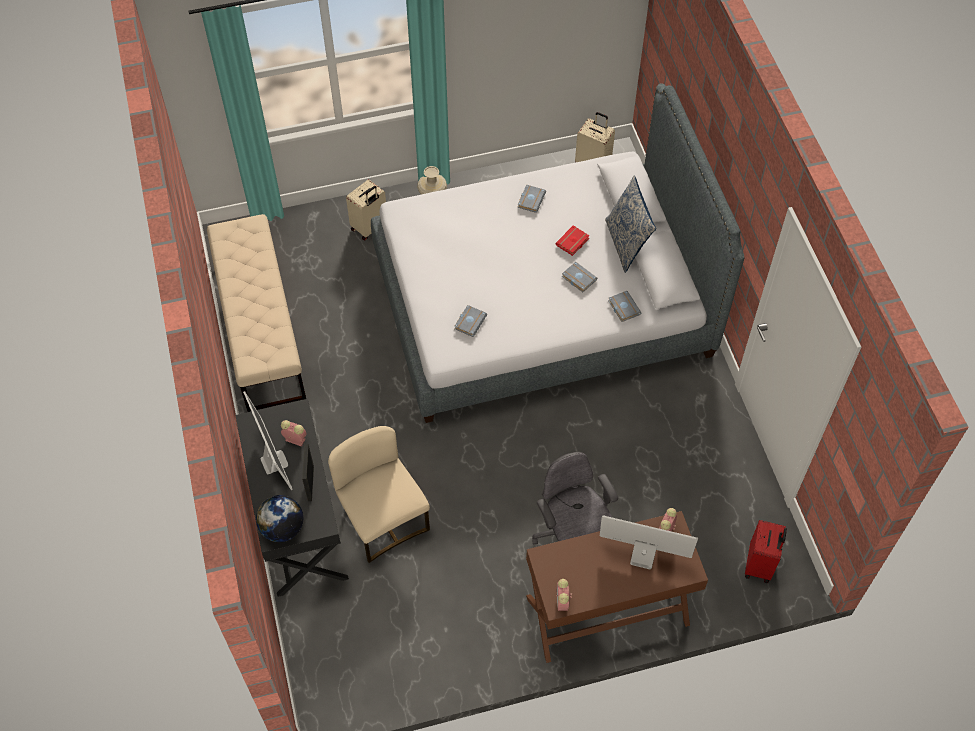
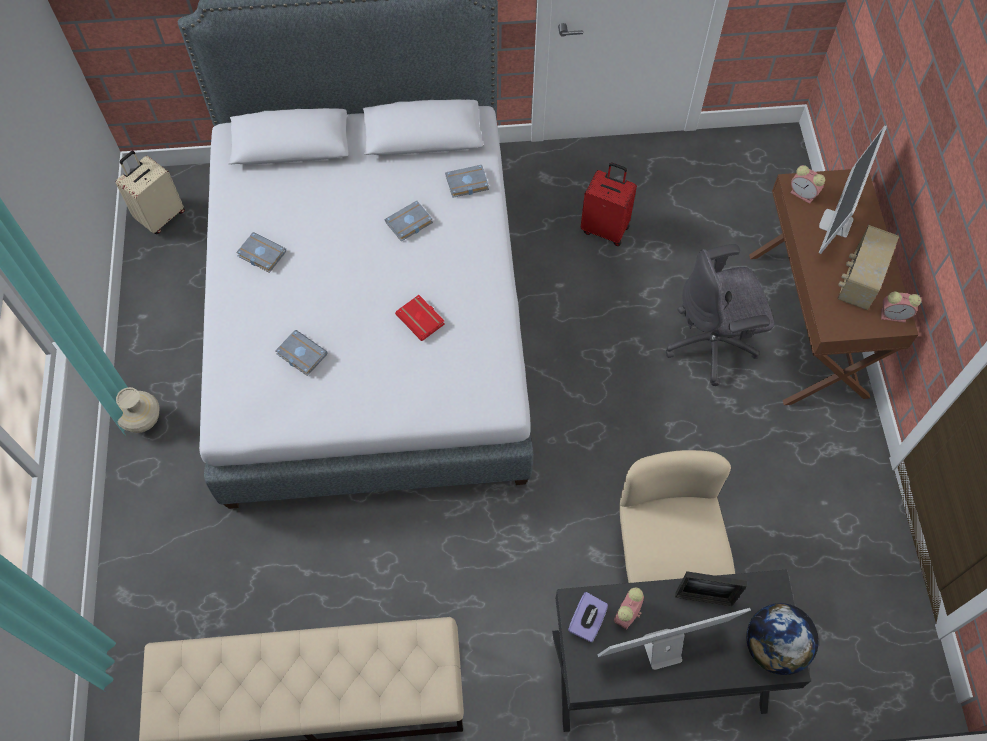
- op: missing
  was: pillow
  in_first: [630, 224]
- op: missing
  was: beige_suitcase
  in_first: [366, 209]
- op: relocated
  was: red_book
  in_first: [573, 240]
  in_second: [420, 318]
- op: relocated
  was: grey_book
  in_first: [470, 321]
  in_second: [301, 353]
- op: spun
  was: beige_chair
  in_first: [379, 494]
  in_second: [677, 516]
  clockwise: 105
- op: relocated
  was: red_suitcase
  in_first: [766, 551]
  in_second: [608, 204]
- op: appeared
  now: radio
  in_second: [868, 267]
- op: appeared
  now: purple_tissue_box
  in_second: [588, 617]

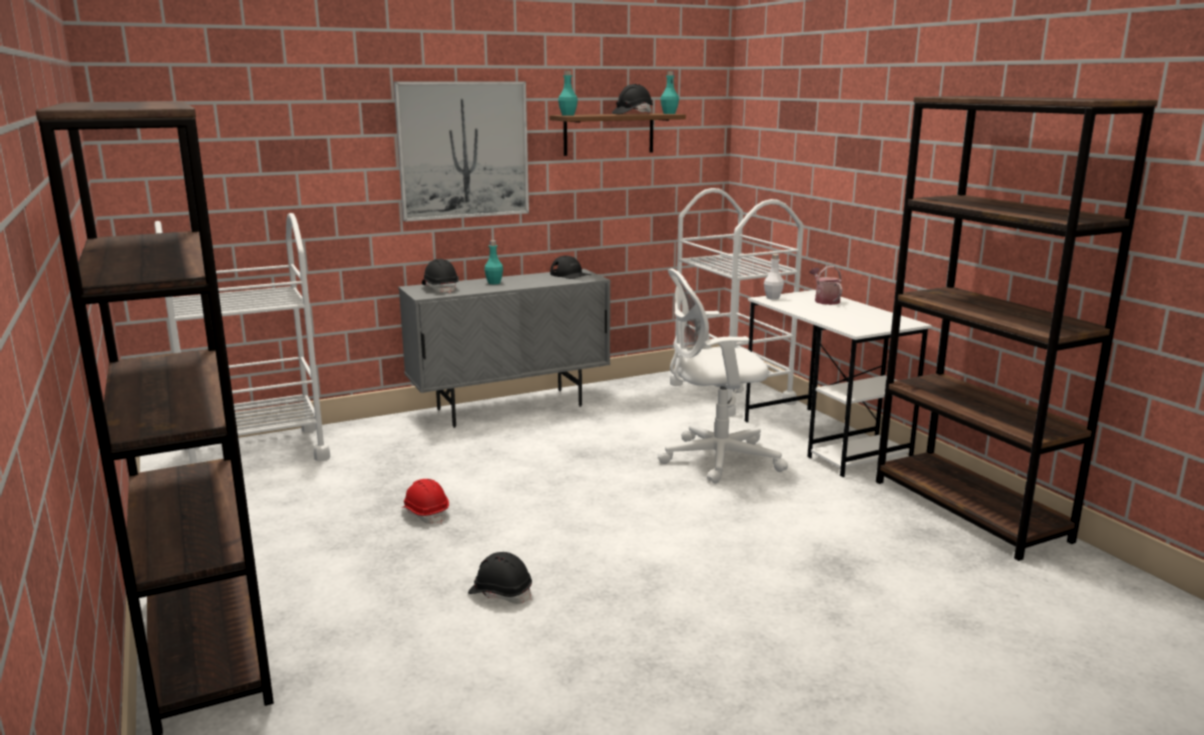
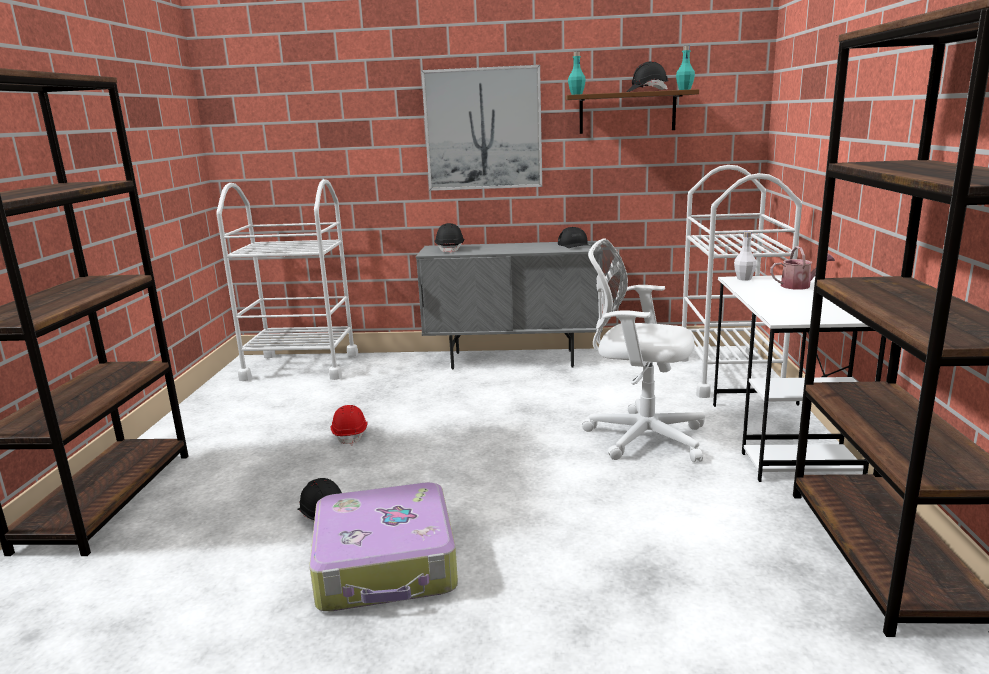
- op: missing
  was: turquoise_bottle
  in_first: [493, 262]
- op: spun
  was: watering_can
  in_first: [826, 285]
  in_second: [802, 268]
  clockwise: 75
- op: appeared
  now: suitcase
  in_second: [383, 546]

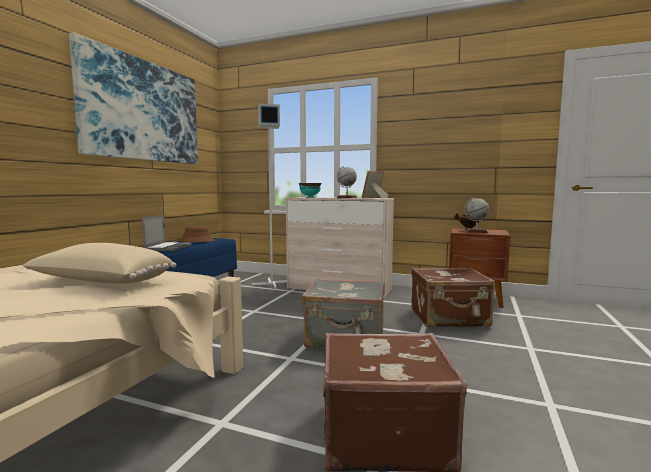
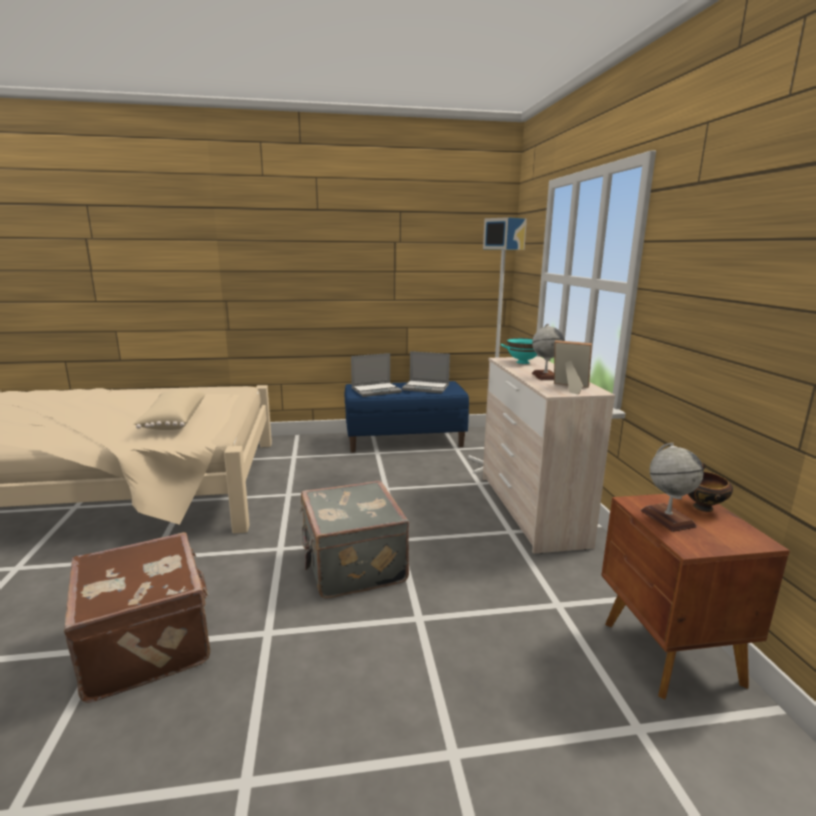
- op: missing
  was: picture
  in_first: [133, 98]
- op: exchanged
  was: brown_hat
  now: laptop
  in_first: [196, 234]
  in_second: [426, 372]
- op: missing
  was: brown_suitcase
  in_first: [453, 297]

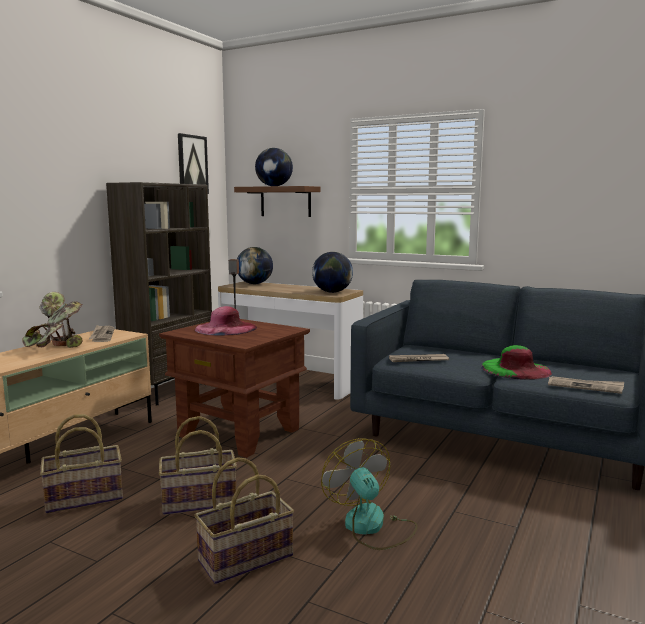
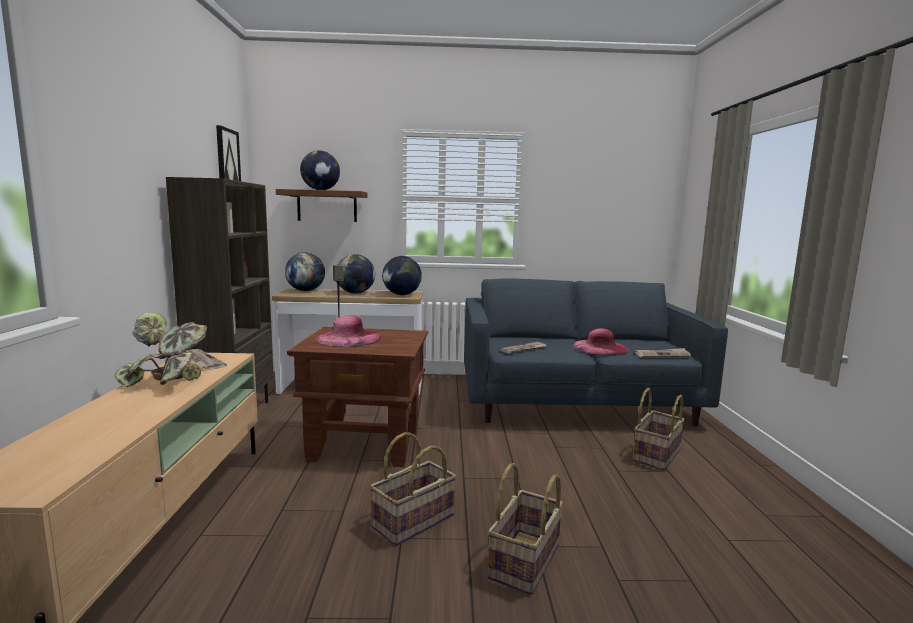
- op: colour
  was: green_hat
  now: pink_hat
  in_first: [516, 362]
  in_second: [601, 342]
- op: relocated
  was: basket
  in_first: [81, 464]
  in_second: [659, 429]
- op: missing
  was: fan
  in_first: [369, 494]
- op: appeared
  now: globe
  in_second: [356, 273]

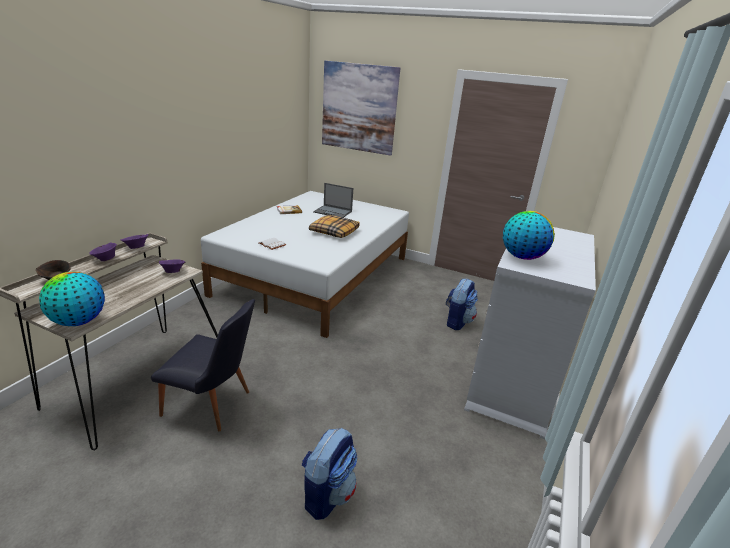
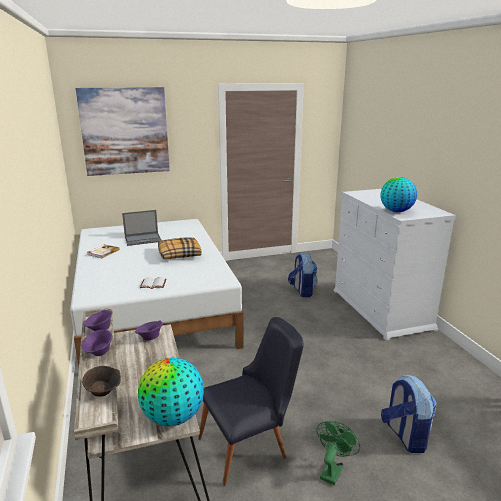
- op: appeared
  now: green_fan
  in_second: [338, 453]

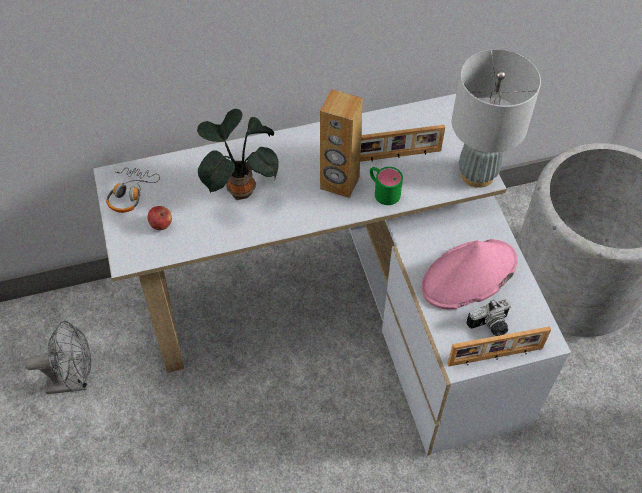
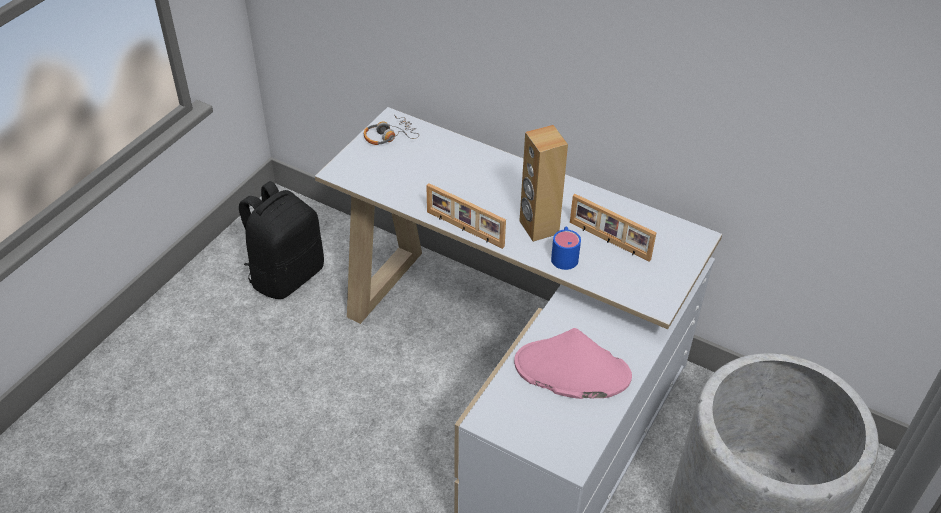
- op: missing
  was: grey_table_lamp
  in_first: [496, 118]
- op: missing
  was: potted_plant
  in_first: [238, 154]
- op: colour
  was: green_mug
  now: blue_mug
  in_first: [386, 186]
  in_second: [566, 248]
- op: missing
  was: apple
  in_first: [160, 218]
- op: missing
  was: photo_camera
  in_first: [488, 317]
- op: exchanged
  was: grey_fan
  now: black_backpack
  in_first: [57, 357]
  in_second: [281, 240]
- op: relocated
  was: picture_frame
  in_first: [499, 346]
  in_second: [466, 216]

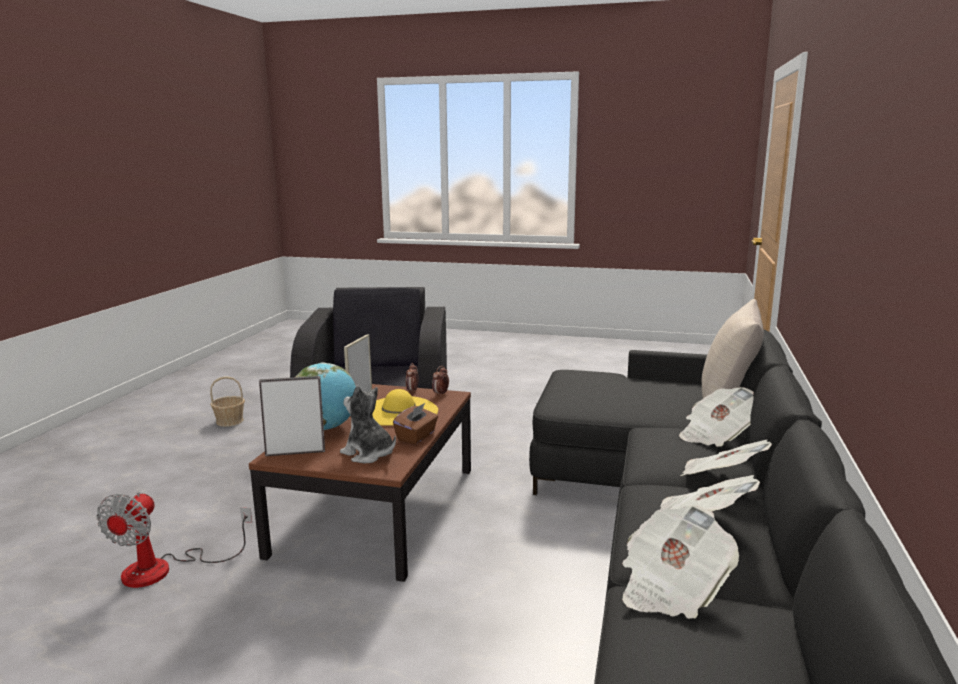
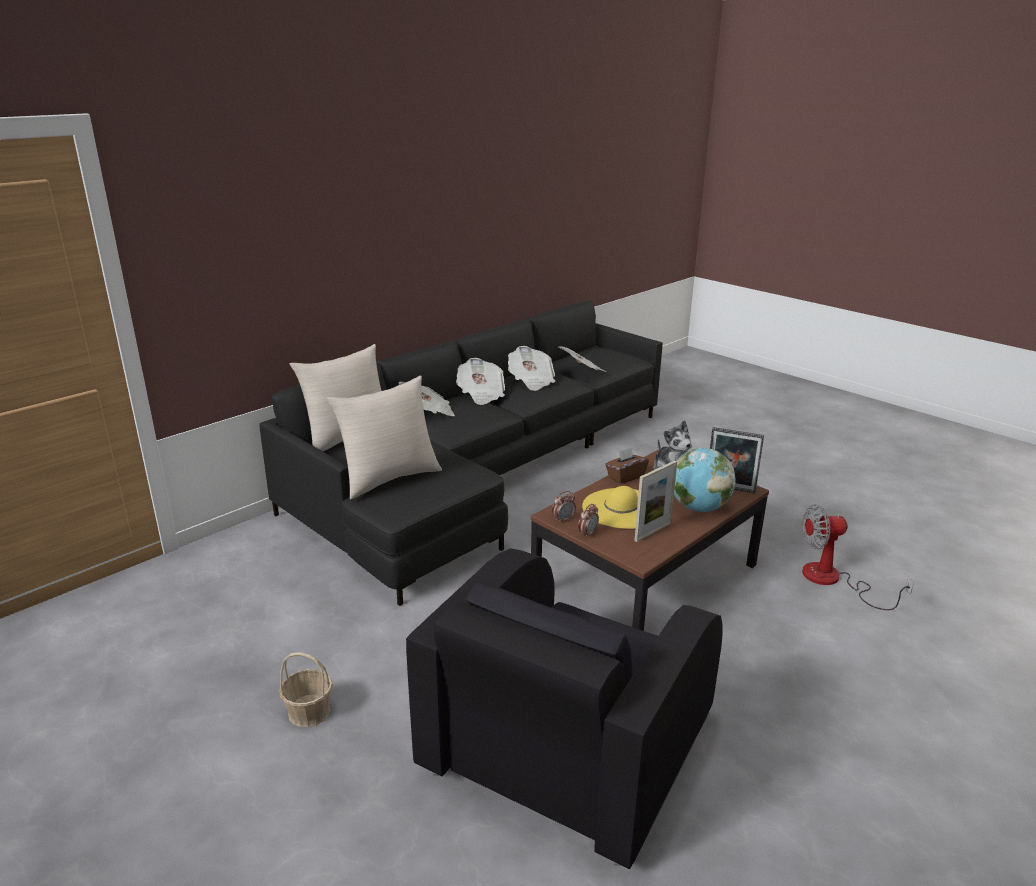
- op: relocated
  was: basket
  in_first: [227, 401]
  in_second: [306, 689]
- op: spun
  was: fan
  in_first: [174, 539]
  in_second: [858, 557]
  clockwise: -135
- op: appeared
  now: beige_pillow
  in_second: [384, 437]

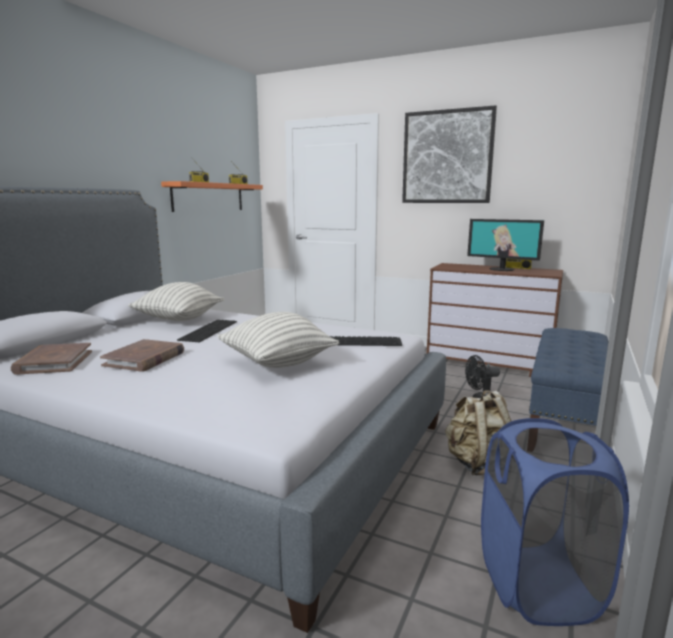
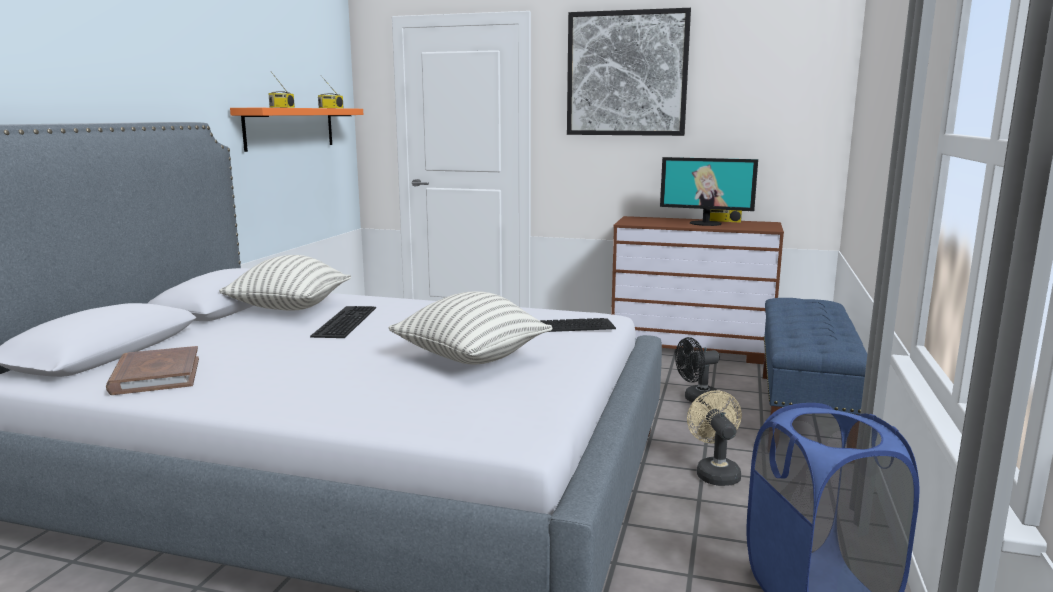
- op: missing
  was: brown_book
  in_first: [142, 355]
- op: exchanged
  was: beige_backpack
  now: beige_fan
  in_first: [478, 432]
  in_second: [714, 438]

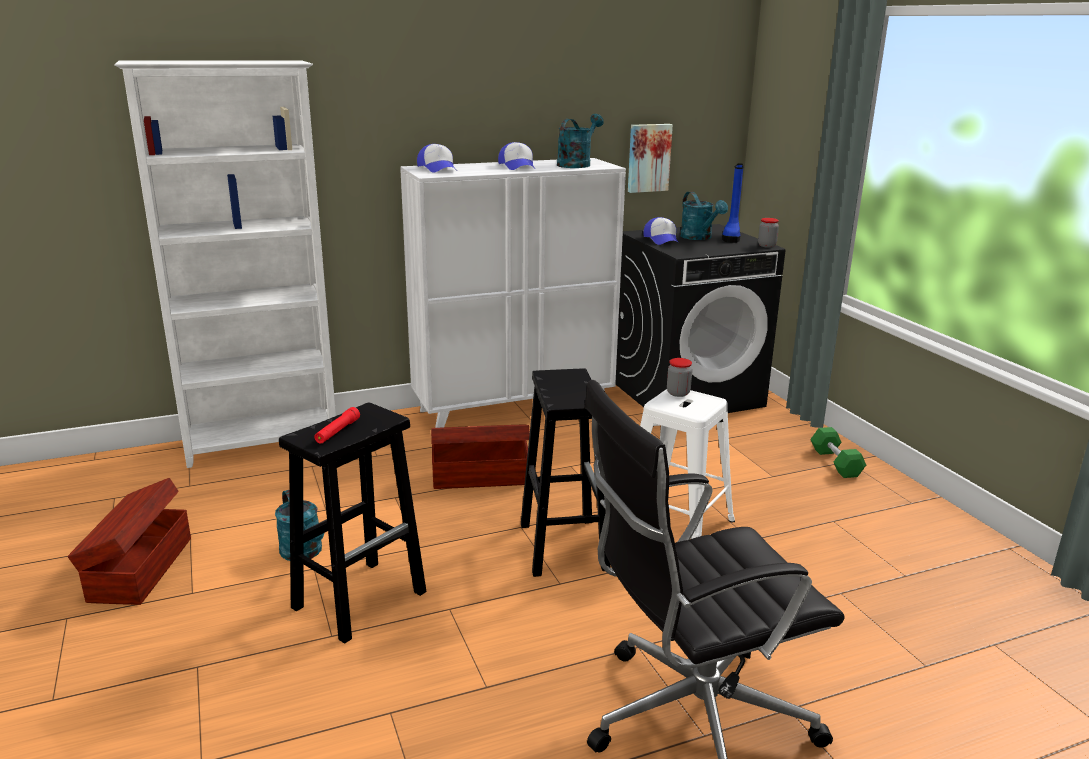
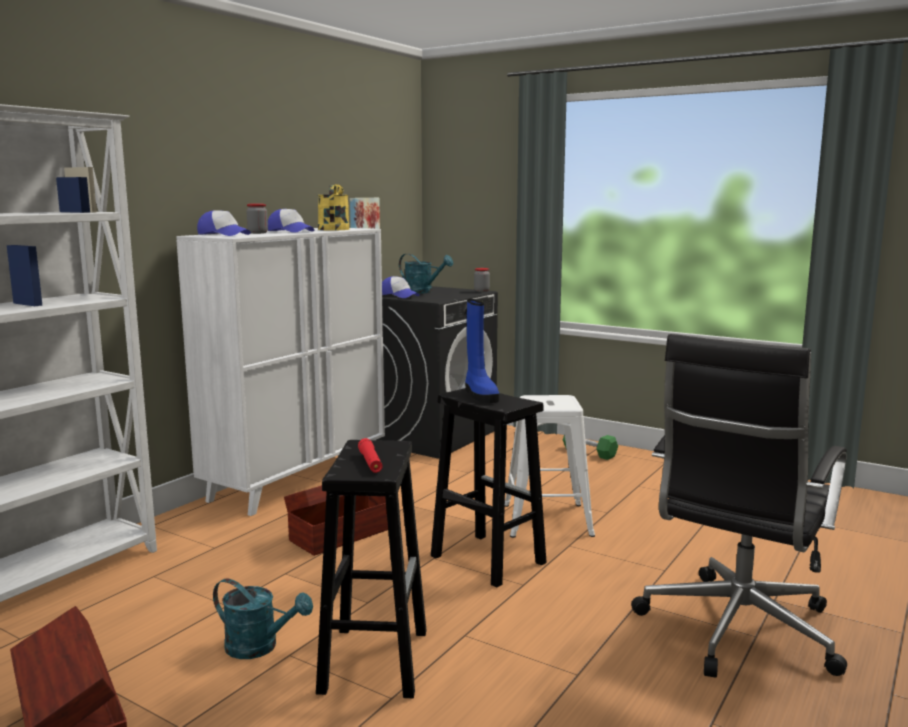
- op: colour
  was: turquoise_watering_can
  now: yellow_watering_can
  in_first: [580, 141]
  in_second: [333, 207]
- op: relocated
  was: blue_boot
  in_first: [733, 203]
  in_second: [482, 351]
- op: relocated
  was: jar
  in_first: [679, 377]
  in_second: [257, 219]

